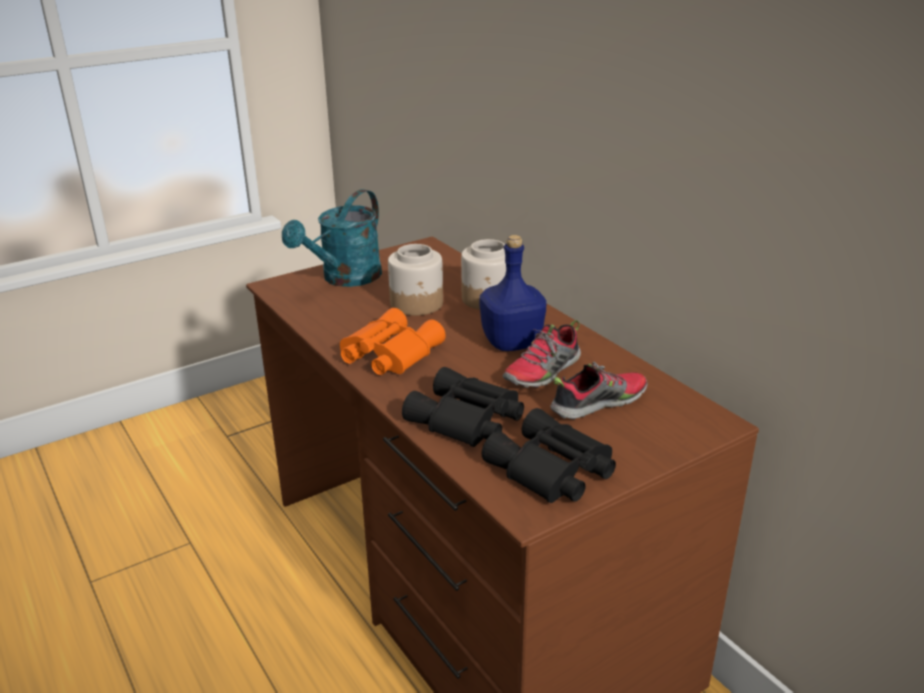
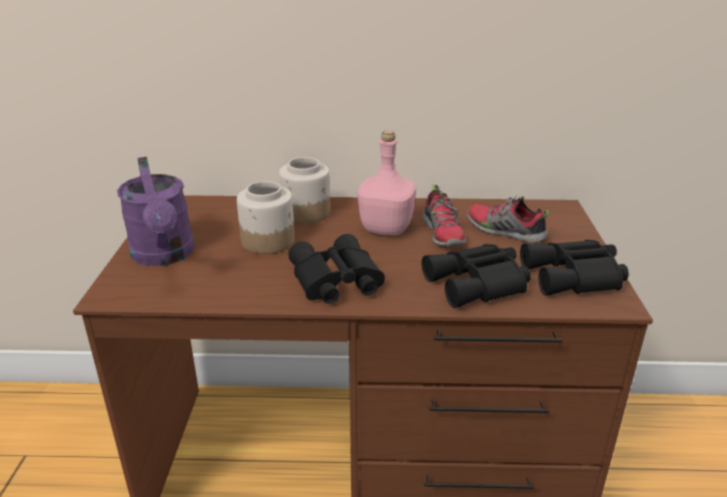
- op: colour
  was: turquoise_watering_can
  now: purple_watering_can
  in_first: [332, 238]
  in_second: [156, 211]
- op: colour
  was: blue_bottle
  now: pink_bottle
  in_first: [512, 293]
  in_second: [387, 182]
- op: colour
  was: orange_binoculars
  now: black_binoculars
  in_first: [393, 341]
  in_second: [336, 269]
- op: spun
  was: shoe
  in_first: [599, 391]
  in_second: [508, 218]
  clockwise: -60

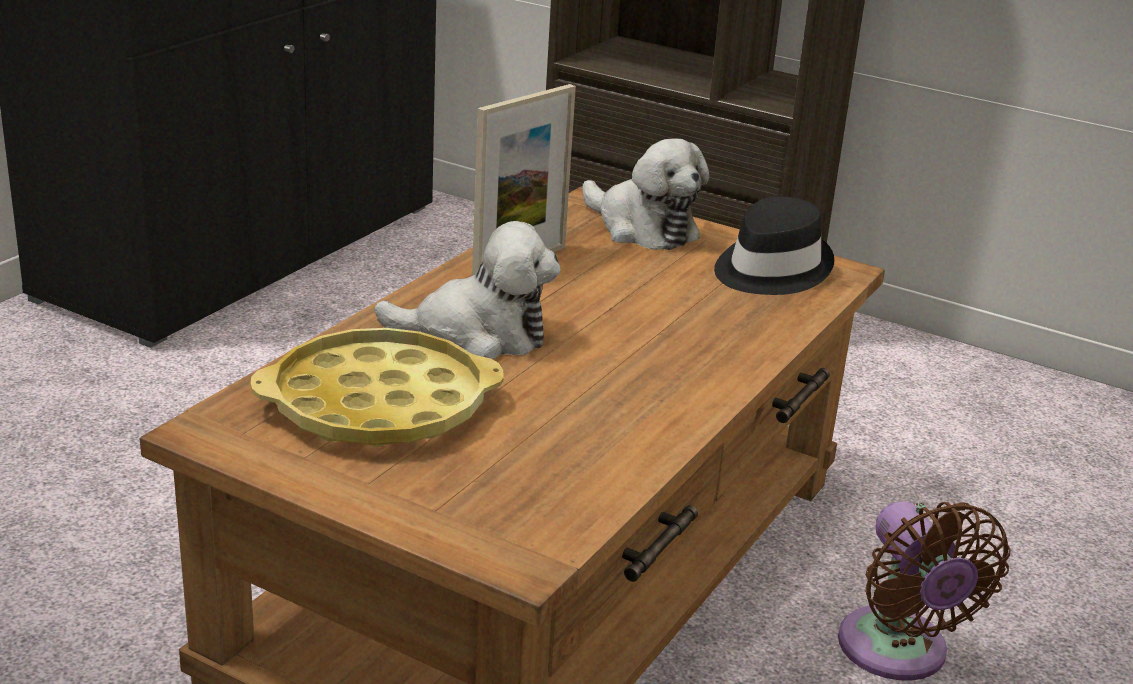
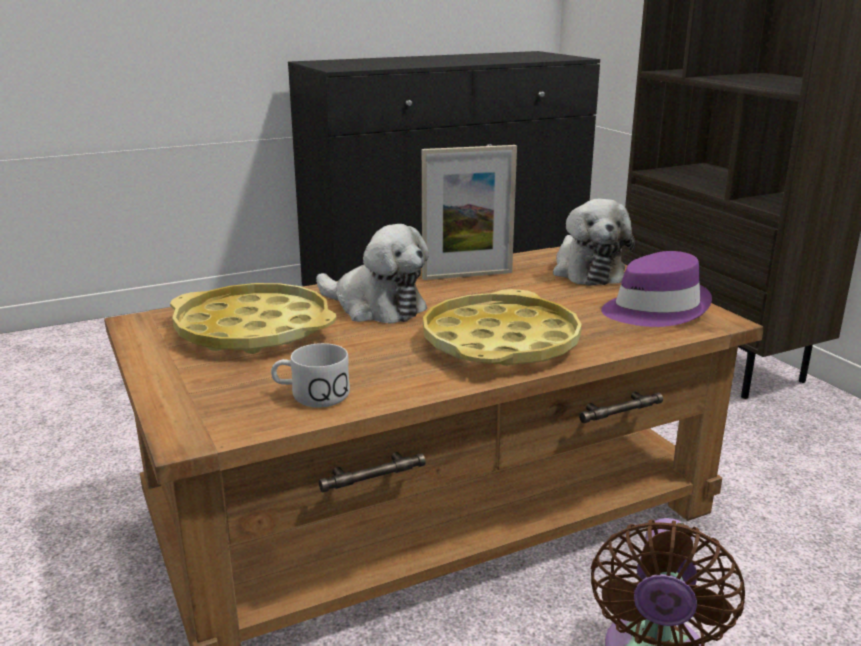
- op: colour
  was: black_hat
  now: purple_hat
  in_first: [774, 245]
  in_second: [656, 289]
- op: appeared
  now: yellow_tray
  in_second: [502, 327]
- op: appeared
  now: white_mug
  in_second: [310, 375]

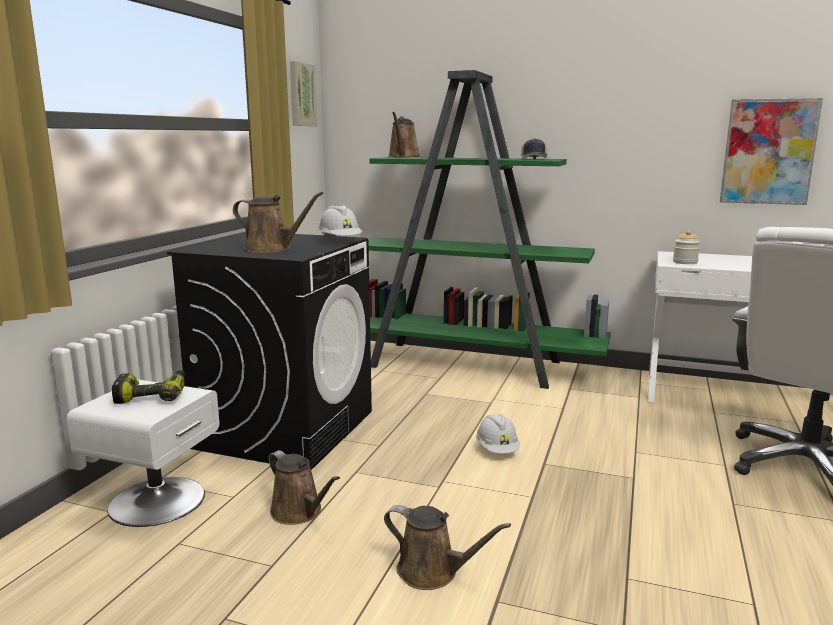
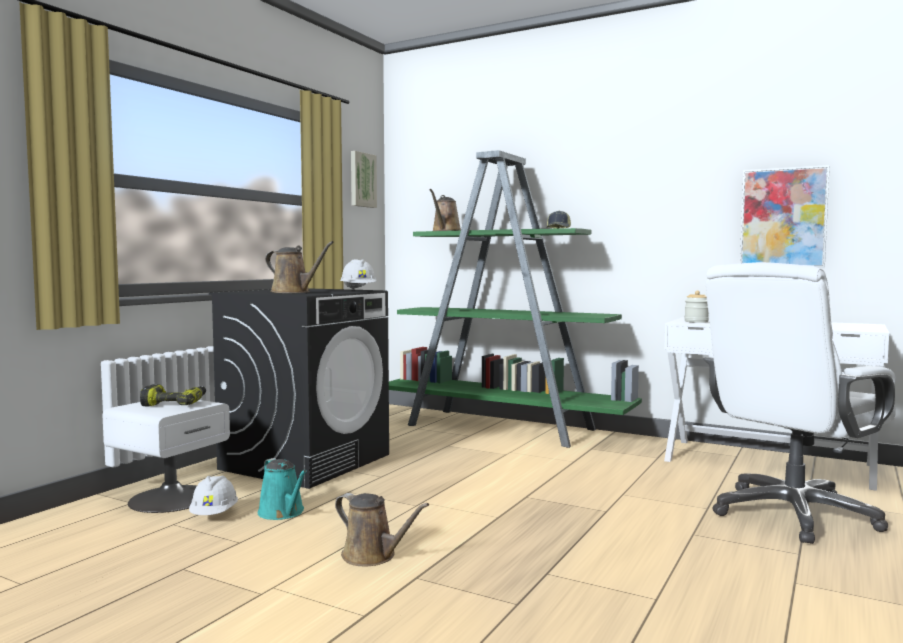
- op: relocated
  was: white_hard_hat
  in_first: [498, 434]
  in_second: [213, 495]
- op: colour
  was: brown_watering_can
  now: turquoise_watering_can
  in_first: [304, 487]
  in_second: [282, 489]

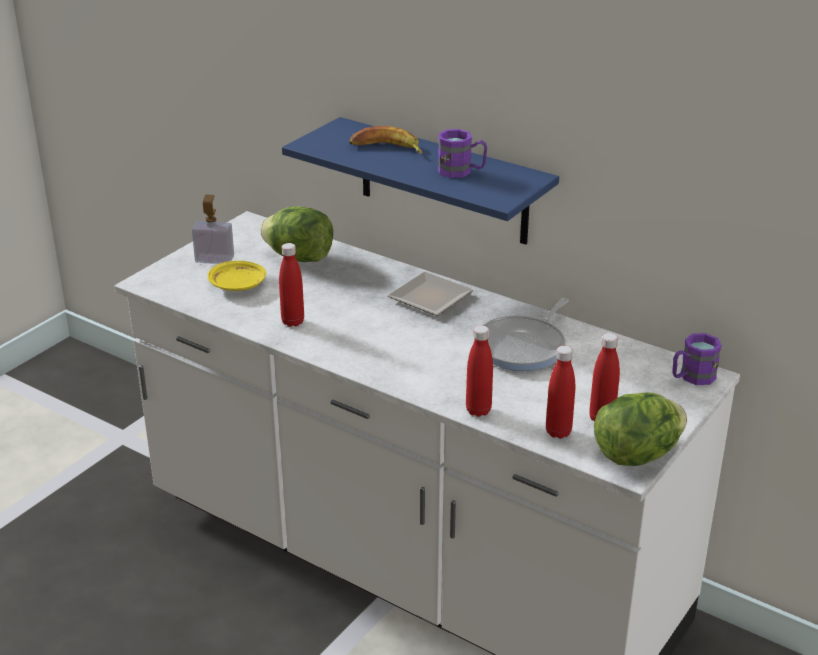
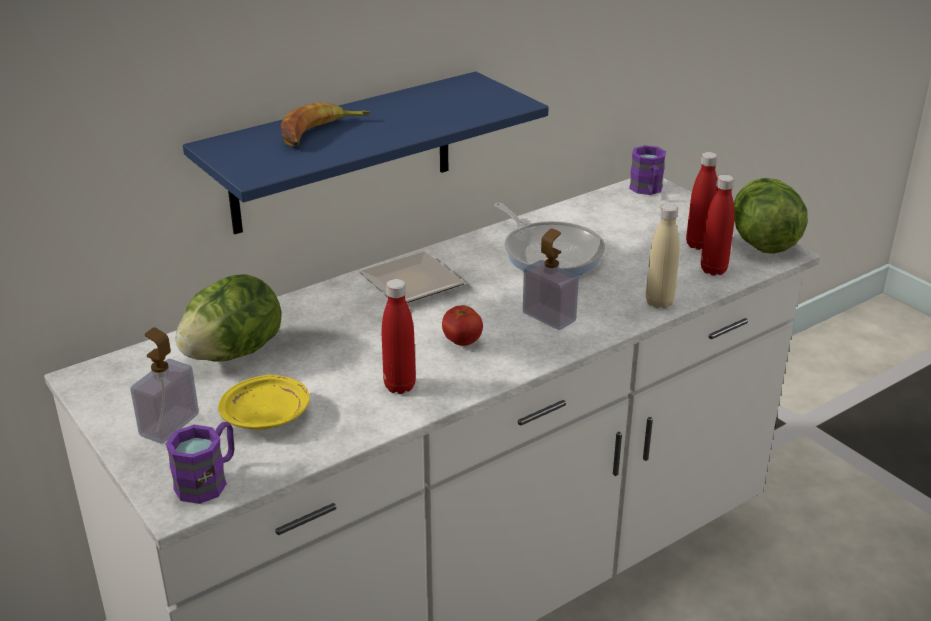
- op: relocated
  was: purple_mug
  in_first: [462, 153]
  in_second: [200, 463]
- op: colour
  was: red_bottle
  now: beige_bottle
  in_first: [479, 371]
  in_second: [663, 256]
- op: appeared
  now: soap_dispenser
  in_second: [551, 279]
- op: appeared
  now: tomato
  in_second: [462, 325]

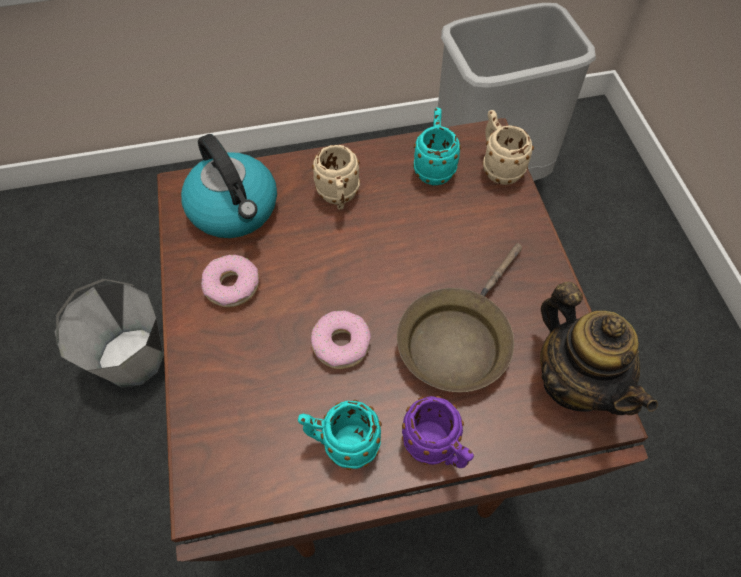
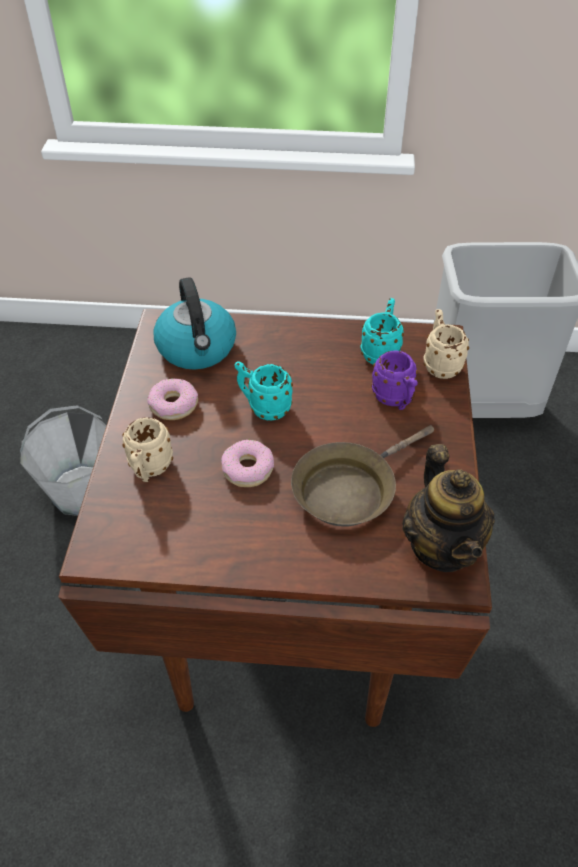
- op: relocated
  was: beige_mug
  in_first: [336, 177]
  in_second: [147, 449]
- op: relocated
  was: purple_mug
  in_first: [438, 432]
  in_second: [394, 380]
- op: relocated
  was: turquoise_mug
  in_first: [340, 435]
  in_second: [264, 391]

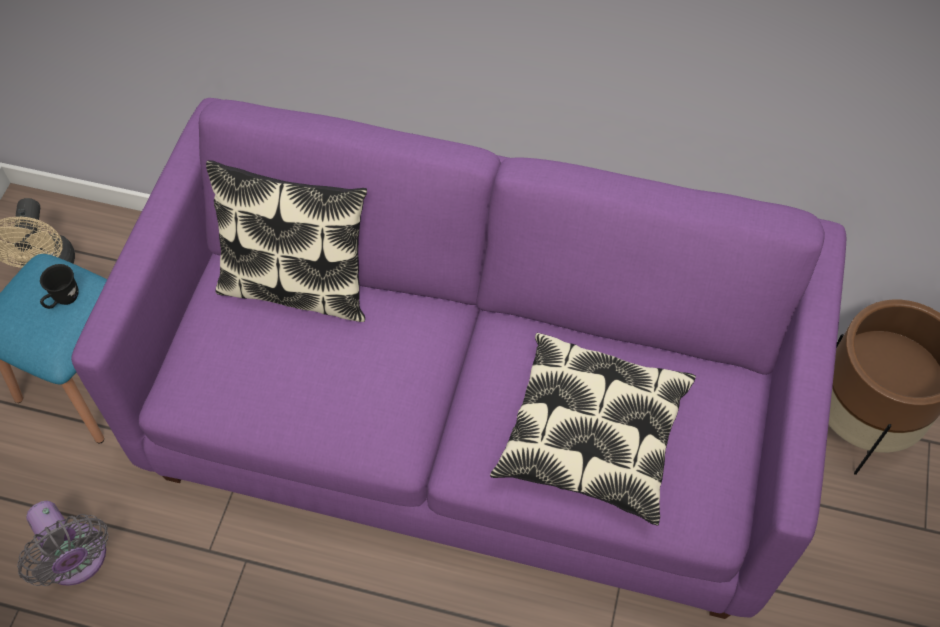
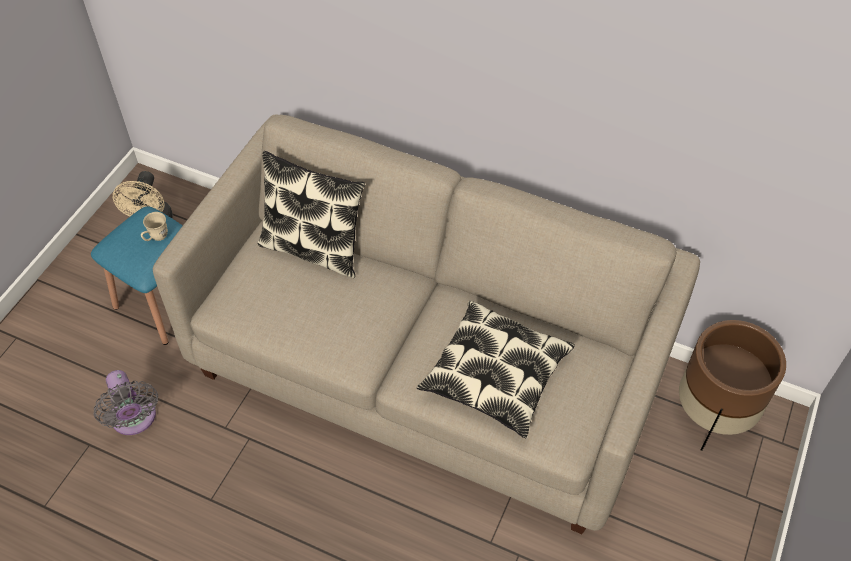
- op: colour
  was: purple_sofa
  now: beige_sofa
  in_first: [458, 358]
  in_second: [426, 324]
- op: colour
  was: black_mug
  now: beige_mug
  in_first: [59, 286]
  in_second: [154, 226]

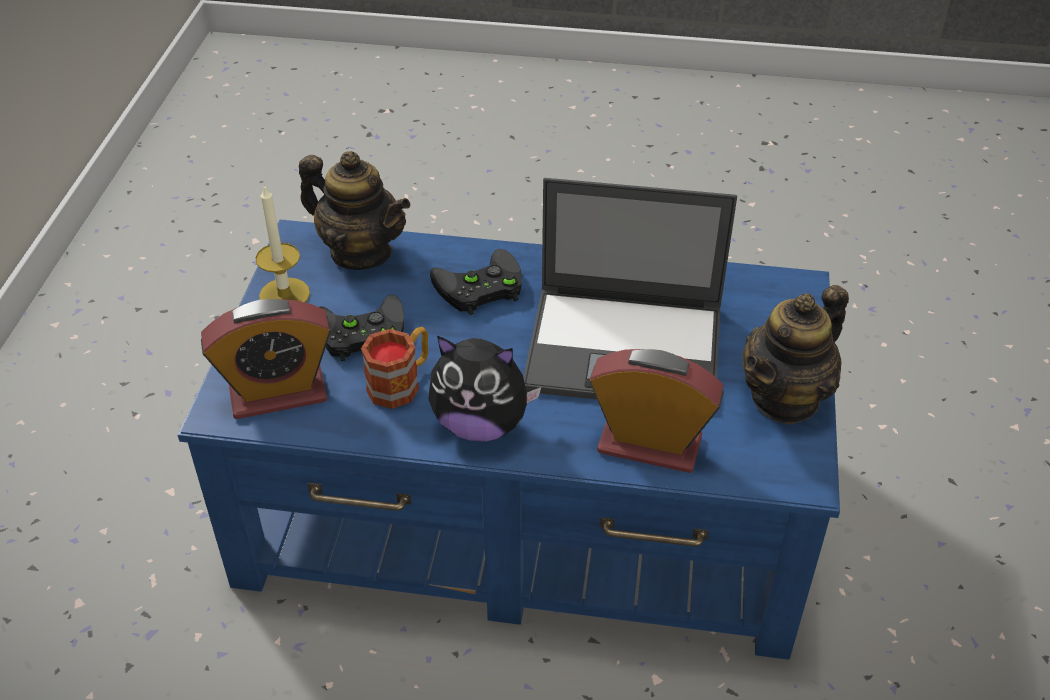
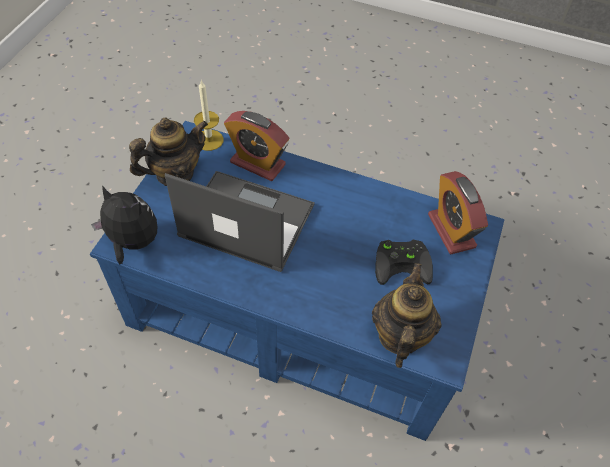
- op: spun
  was: teapot
  in_first: [354, 210]
  in_second: [407, 315]
  clockwise: 60
- op: relocated
  was: candle
  in_first: [282, 243]
  in_second: [209, 115]
- op: missing
  was: black_game_controller
  in_first: [476, 281]
- op: spun
  was: alarm_clock
  in_first: [266, 359]
  in_second: [458, 212]
  clockwise: -105
- op: missing
  was: mug
  in_first: [394, 368]
- op: relocated
  was: plush_toy
  in_first: [485, 389]
  in_second: [124, 224]

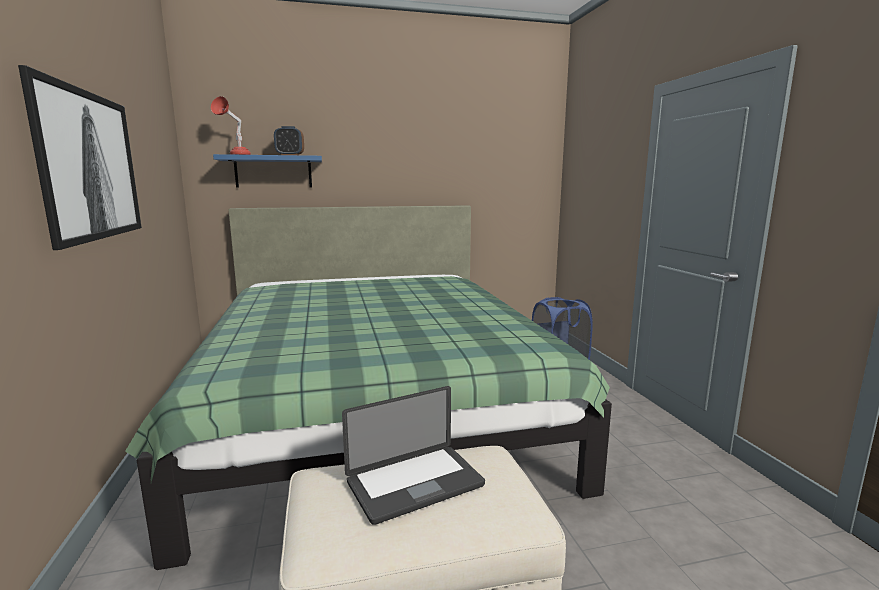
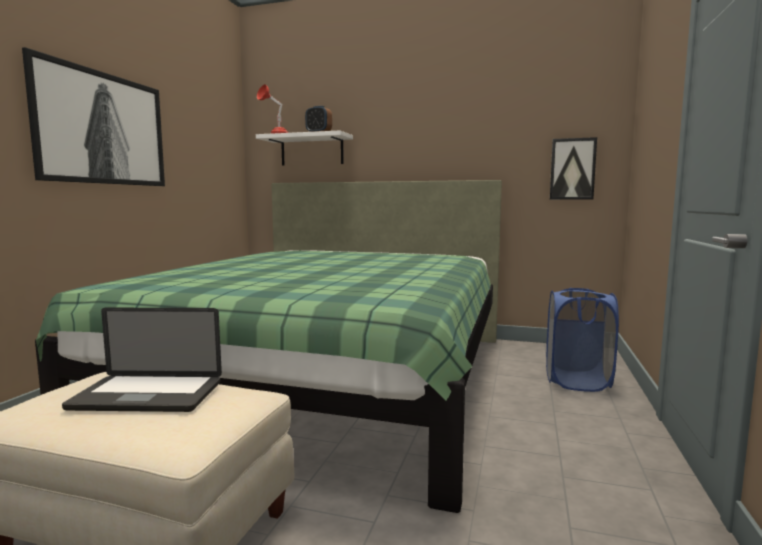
- op: colour
  was: blue_shelf
  now: white_shelf
  in_first: [267, 171]
  in_second: [304, 147]
- op: appeared
  now: picture
  in_second: [573, 168]

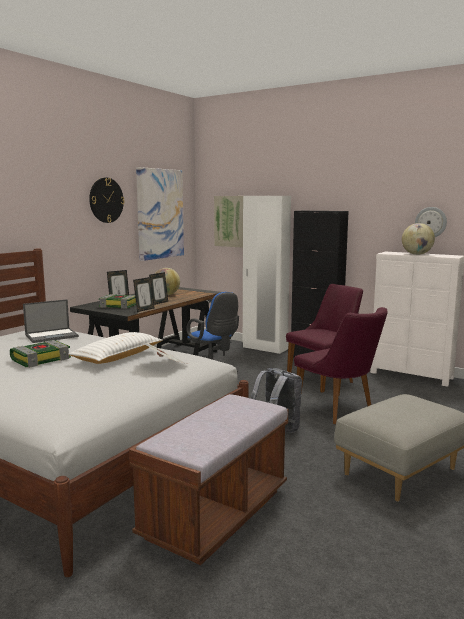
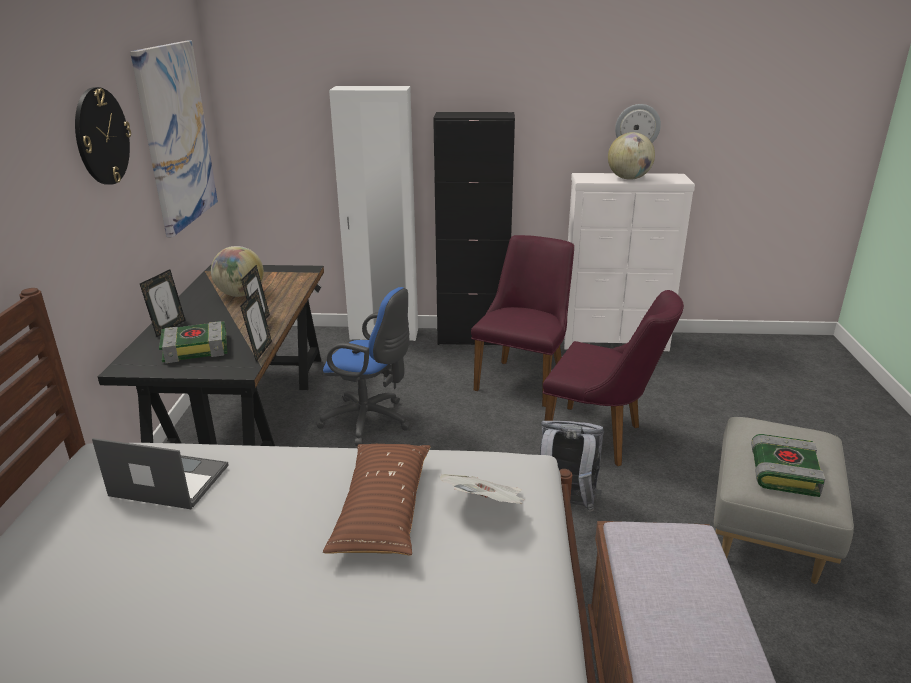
- op: missing
  was: picture
  in_first: [228, 222]
- op: spun
  was: laptop
  in_first: [51, 321]
  in_second: [160, 473]
  clockwise: -105
- op: colour
  was: white_pillow
  now: brown_pillow
  in_first: [115, 348]
  in_second: [377, 500]
- op: relocated
  was: book
  in_first: [40, 354]
  in_second: [788, 465]

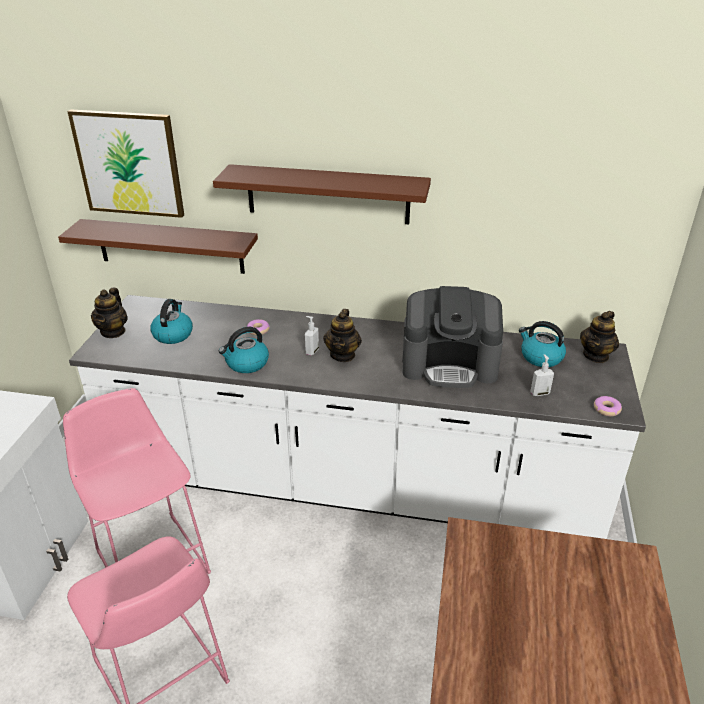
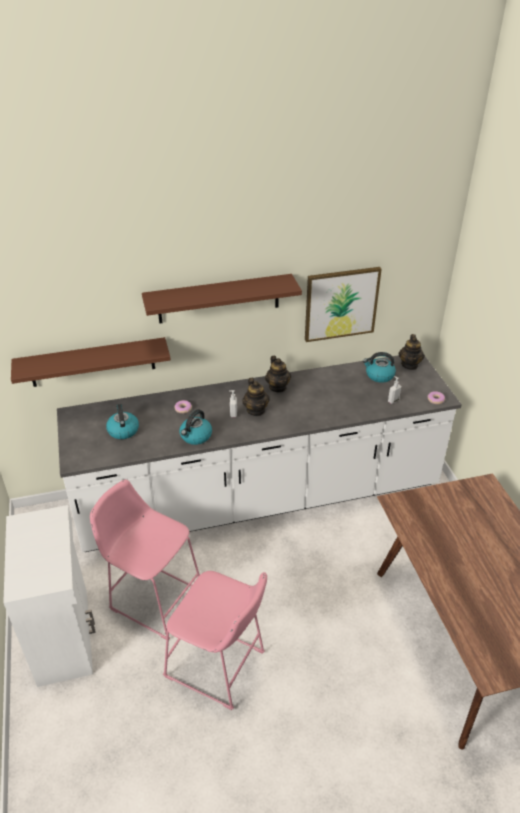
- op: relocated
  was: picture
  in_first: [125, 163]
  in_second: [343, 304]
- op: missing
  was: coffee_machine
  in_first: [452, 337]
- op: relocated
  was: teapot
  in_first: [109, 313]
  in_second: [278, 374]

